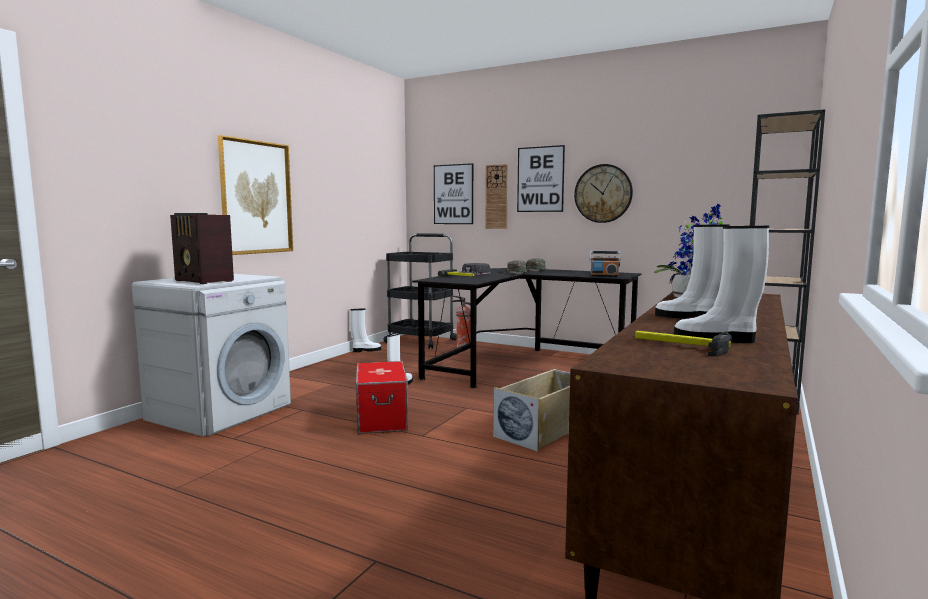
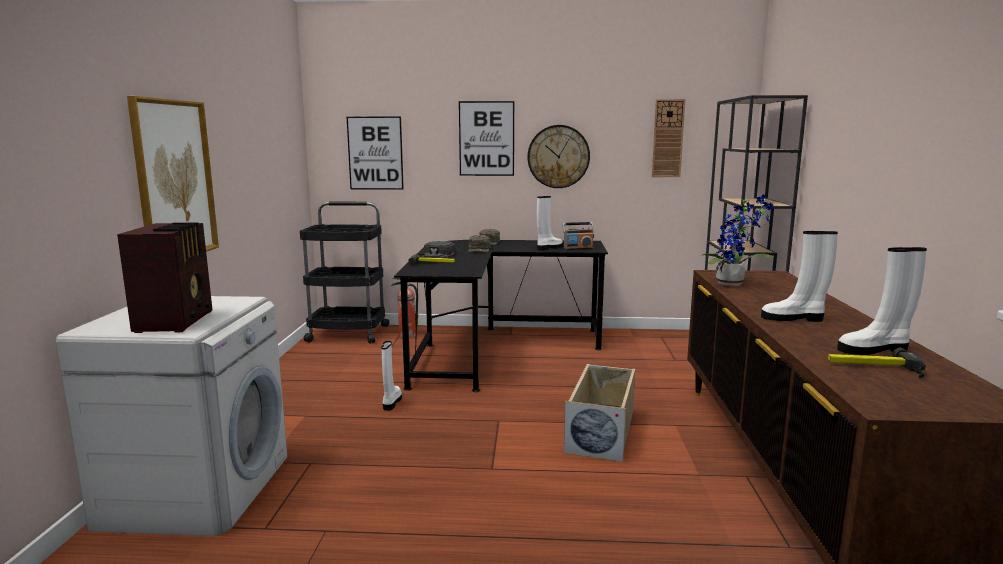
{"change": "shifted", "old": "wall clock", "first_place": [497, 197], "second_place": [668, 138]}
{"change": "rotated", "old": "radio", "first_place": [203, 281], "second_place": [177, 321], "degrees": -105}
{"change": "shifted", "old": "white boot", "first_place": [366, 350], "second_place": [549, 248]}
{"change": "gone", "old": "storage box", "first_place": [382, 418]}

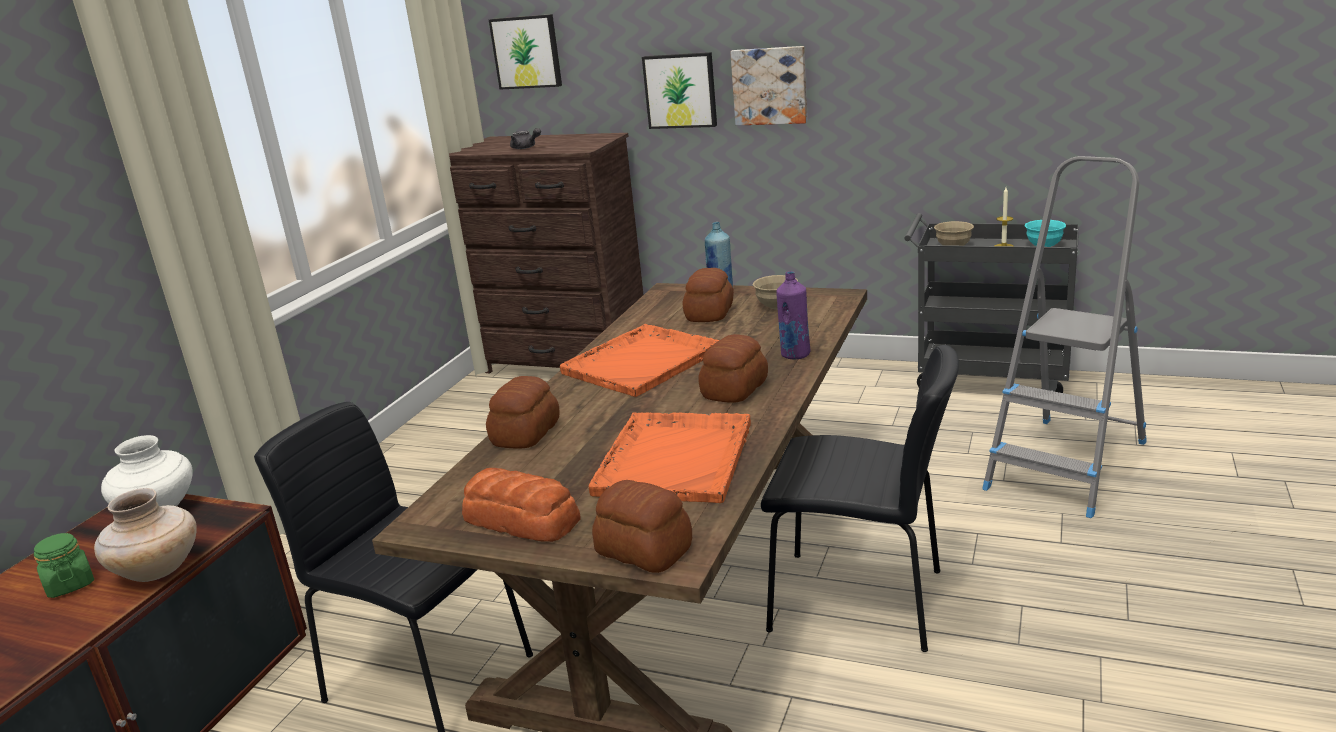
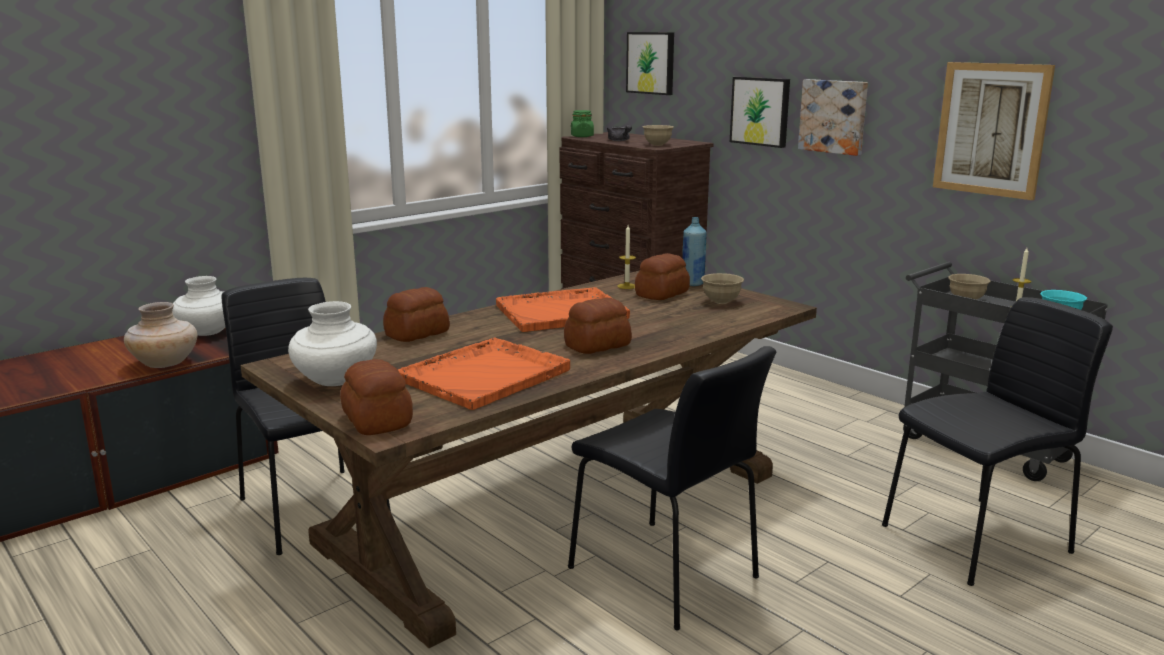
{"change": "swapped", "old": "grey step ladder", "new": "black chair", "first_place": [1065, 465], "second_place": [980, 537]}
{"change": "gone", "old": "purple bottle", "first_place": [795, 355]}
{"change": "swapped", "old": "bread", "new": "white vase", "first_place": [522, 520], "second_place": [335, 381]}
{"change": "shifted", "old": "green jar", "first_place": [70, 584], "second_place": [582, 136]}
{"change": "new", "new": "picture", "second_place": [991, 129]}
{"change": "new", "new": "beige bowl", "second_place": [657, 144]}
{"change": "new", "new": "candle", "second_place": [627, 286]}

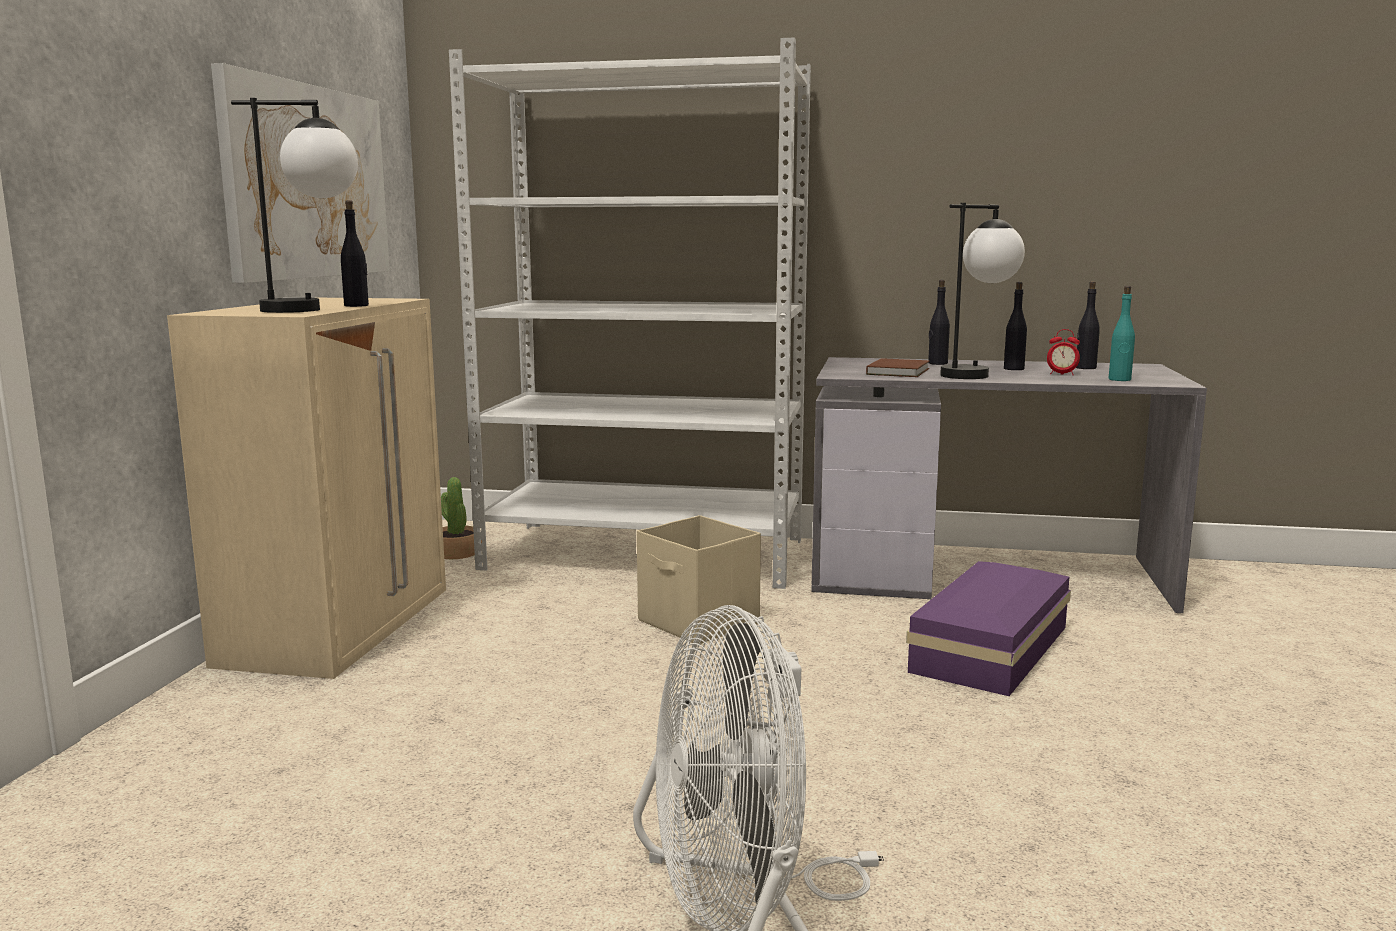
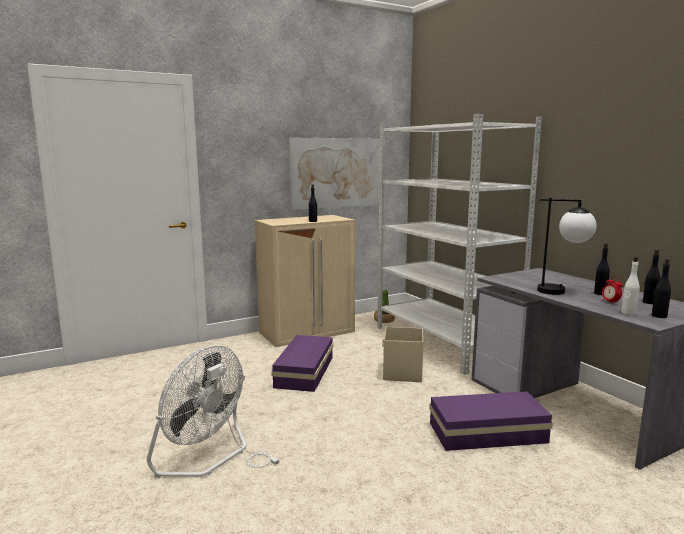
{"change": "gone", "old": "table lamp", "first_place": [314, 310]}
{"change": "shifted", "old": "black bottle", "first_place": [937, 363], "second_place": [659, 316]}
{"change": "repainted", "old": "turquoise bottle", "new": "white bottle", "first_place": [1119, 379], "second_place": [628, 313]}
{"change": "gone", "old": "brown book", "first_place": [899, 371]}
{"change": "new", "new": "purple storage box", "second_place": [303, 372]}

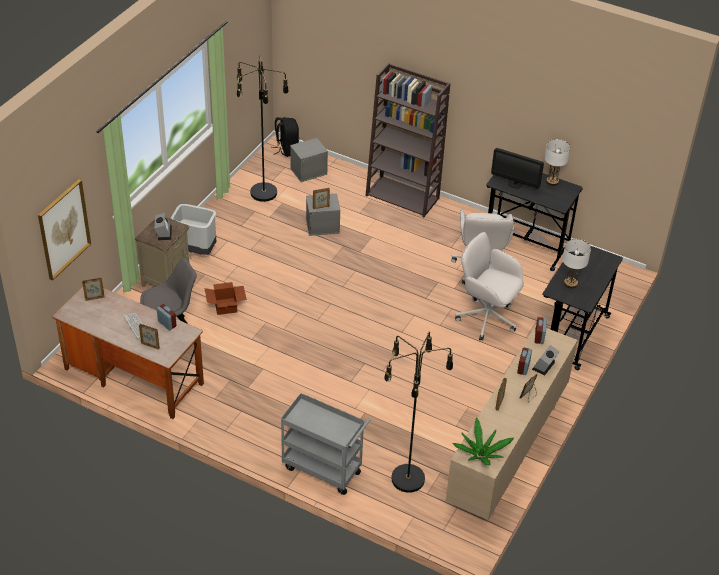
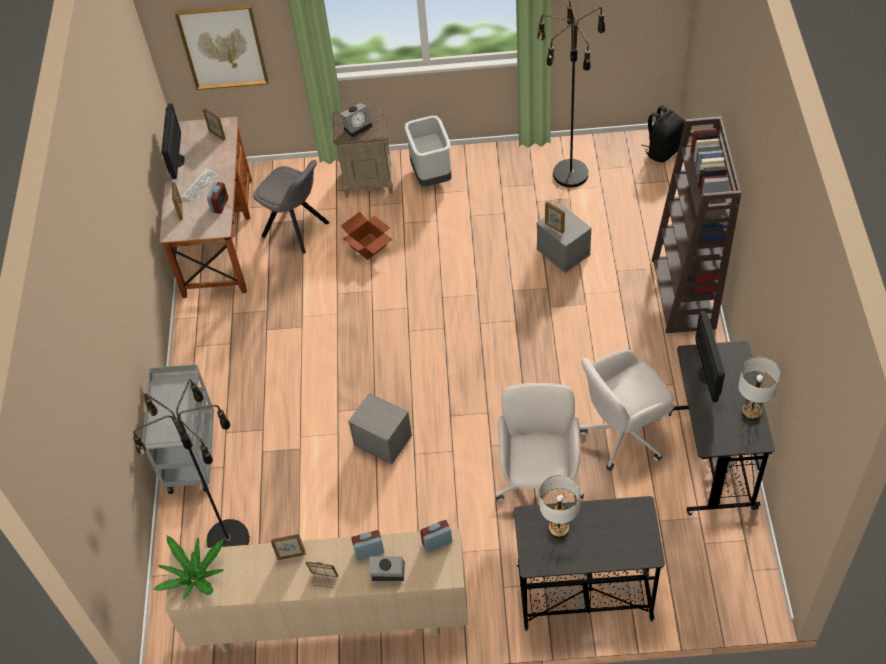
{"change": "shifted", "old": "grey storage box", "first_place": [309, 171], "second_place": [383, 440]}
{"change": "new", "new": "monitor", "second_place": [176, 161]}

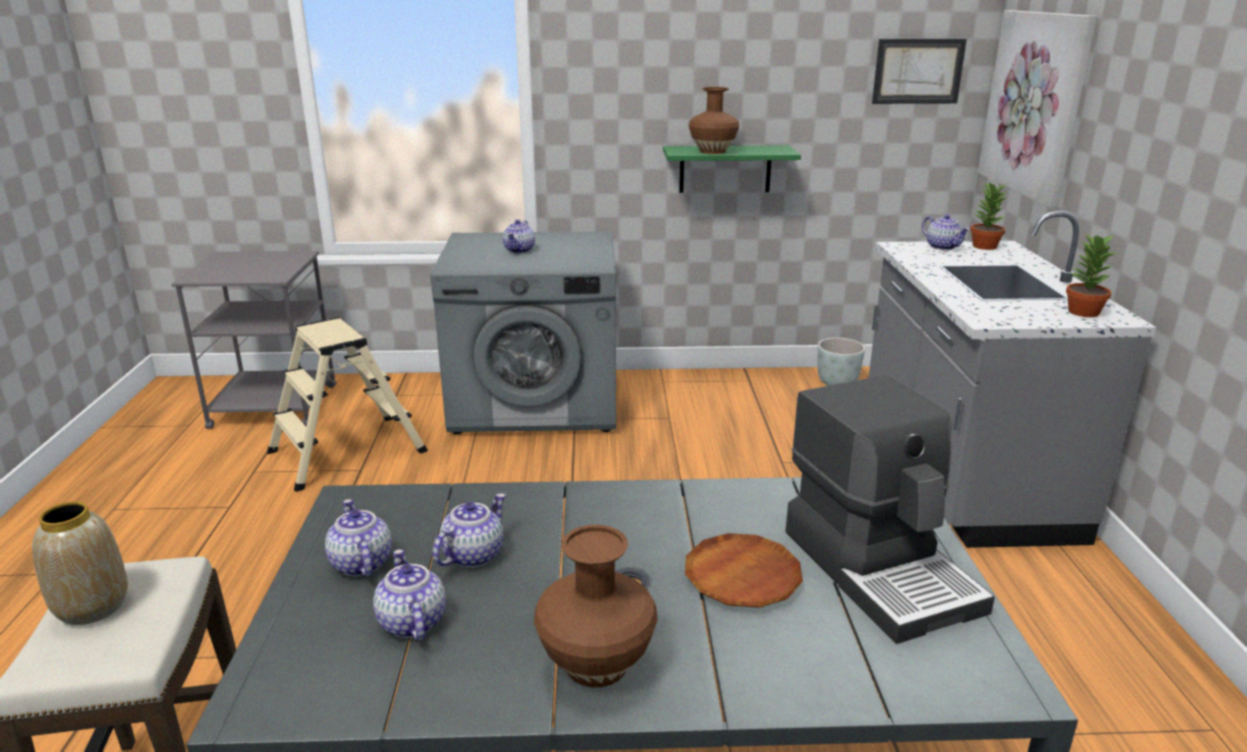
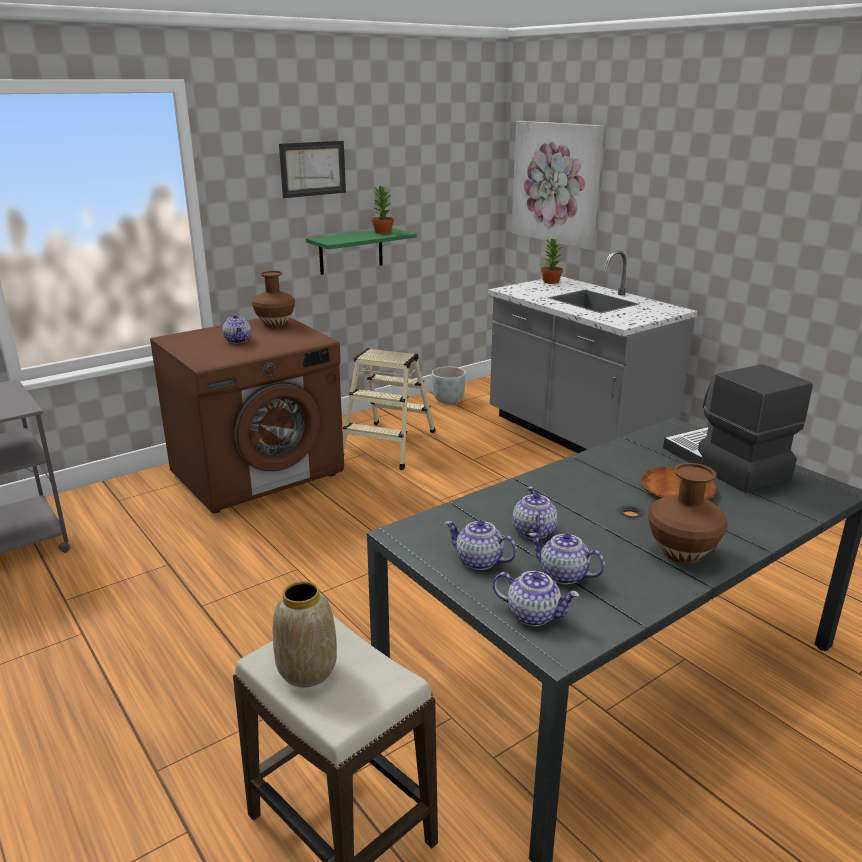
{"change": "shifted", "old": "picture", "first_place": [918, 71], "second_place": [312, 168]}
{"change": "shifted", "old": "brown vase", "first_place": [713, 151], "second_place": [275, 324]}
{"change": "shifted", "old": "teapot", "first_place": [943, 247], "second_place": [534, 615]}
{"change": "repainted", "old": "grey washing machine", "new": "brown washing machine", "first_place": [537, 409], "second_place": [260, 476]}
{"change": "shifted", "old": "potted plant", "first_place": [1082, 312], "second_place": [382, 232]}
{"change": "shifted", "old": "beige step ladder", "first_place": [347, 451], "second_place": [388, 444]}
{"change": "rotated", "old": "coffee machine", "first_place": [881, 568], "second_place": [725, 464], "degrees": -150}

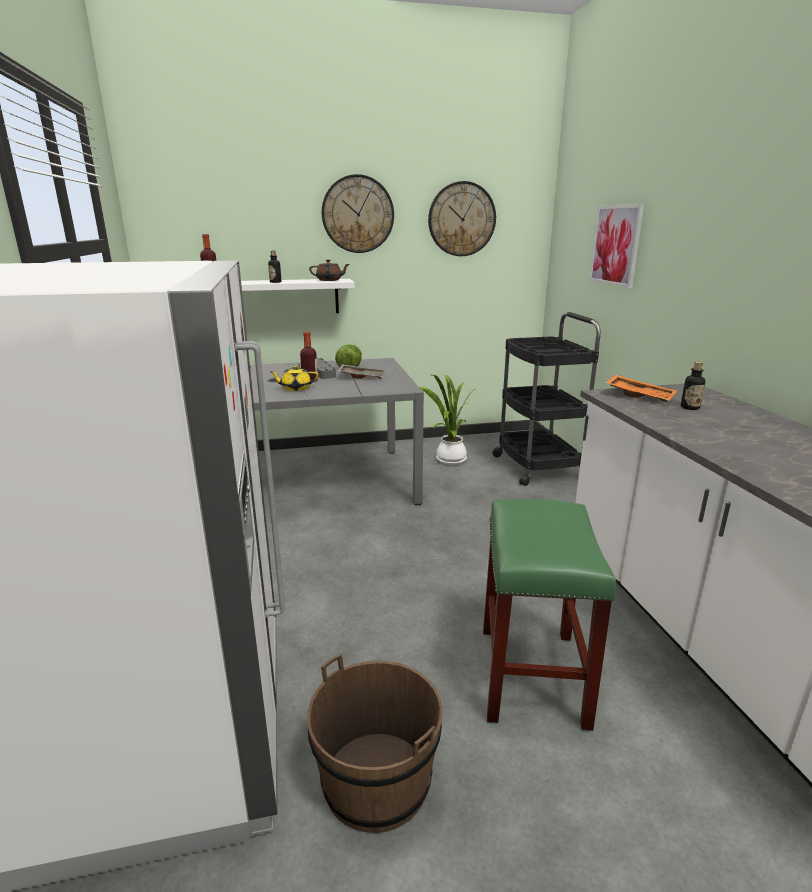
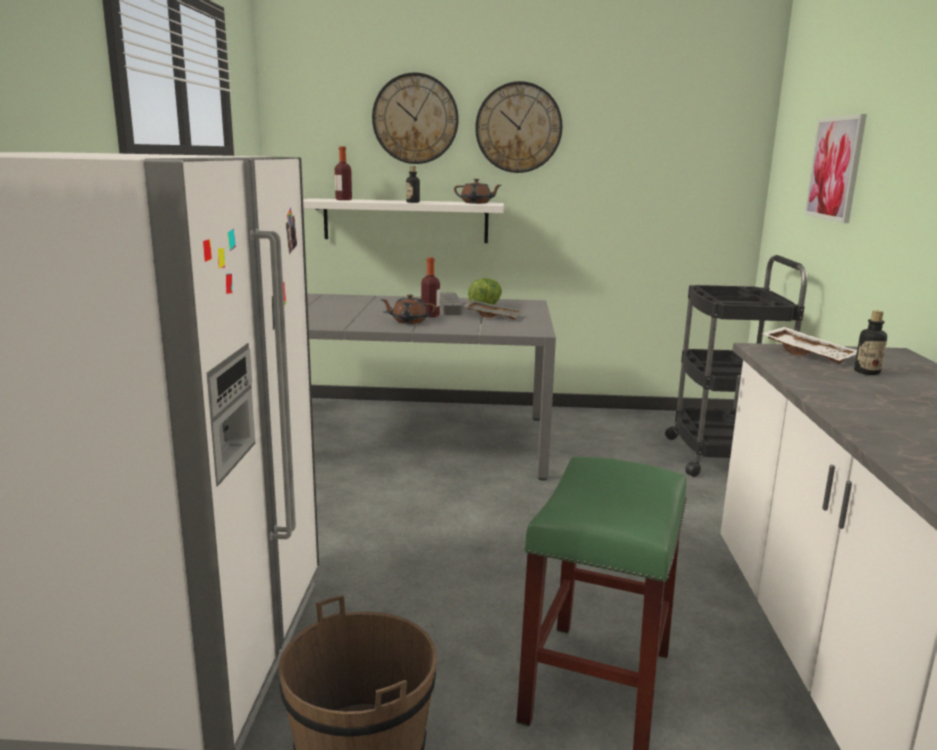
{"change": "shifted", "old": "wall clock", "first_place": [461, 219], "second_place": [415, 119]}
{"change": "repainted", "old": "yellow teapot", "new": "brown teapot", "first_place": [295, 388], "second_place": [409, 321]}
{"change": "gone", "old": "potted plant", "first_place": [449, 460]}
{"change": "repainted", "old": "orange tray", "new": "white tray", "first_place": [640, 395], "second_place": [809, 354]}

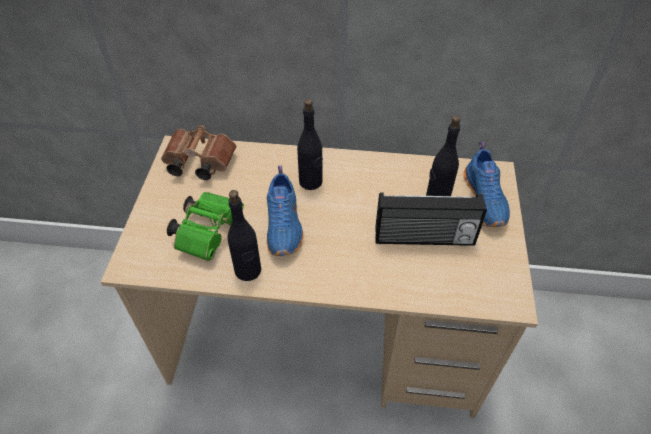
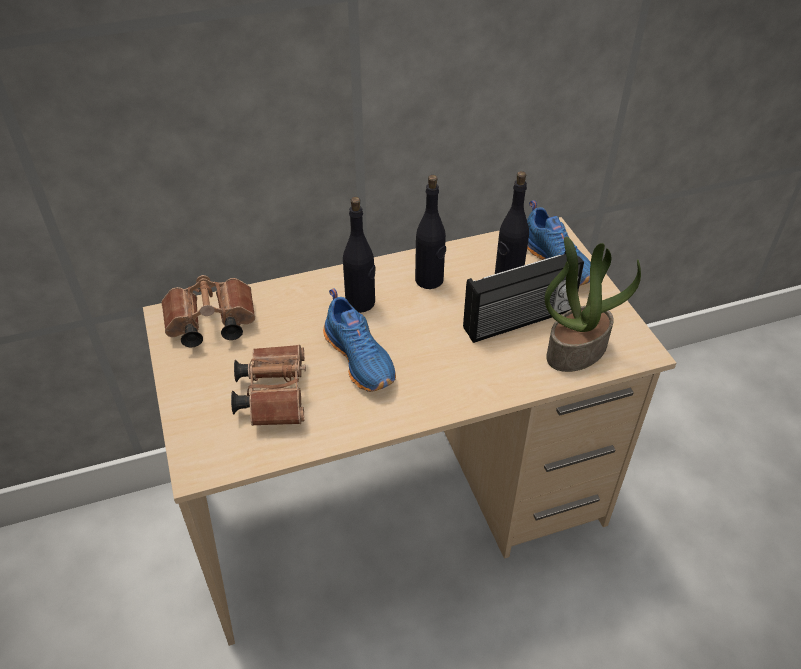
{"change": "shifted", "old": "black bottle", "first_place": [248, 270], "second_place": [429, 280]}
{"change": "repainted", "old": "green binoculars", "new": "brown binoculars", "first_place": [209, 230], "second_place": [274, 394]}
{"change": "new", "new": "potted plant", "second_place": [576, 349]}

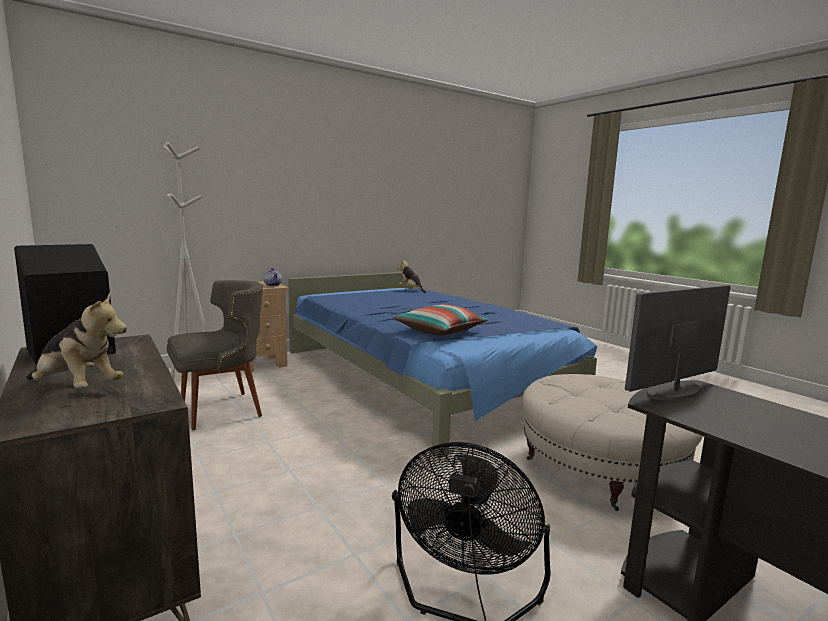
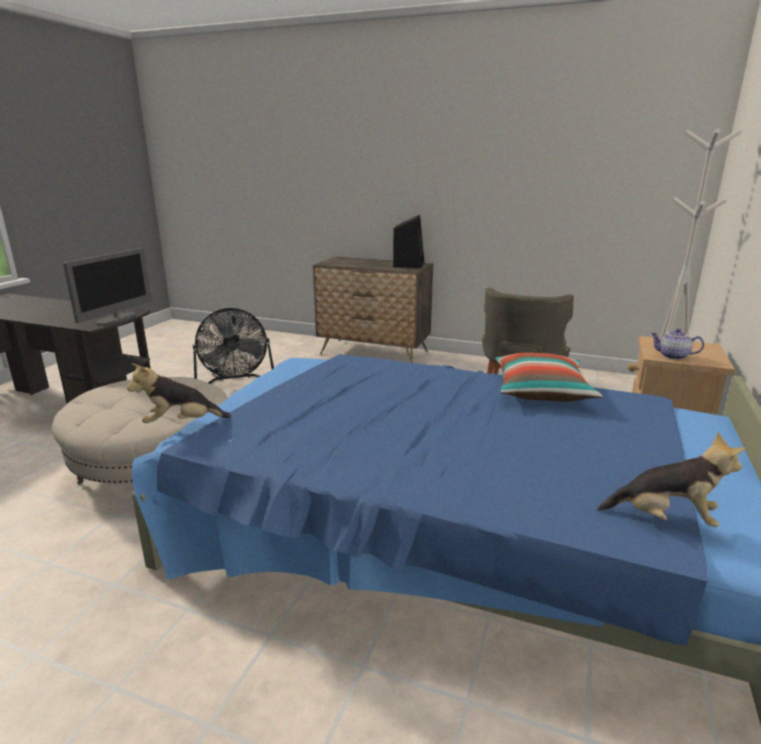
{"change": "shifted", "old": "plush toy", "first_place": [76, 388], "second_place": [181, 423]}
{"change": "shifted", "old": "pillow", "first_place": [440, 331], "second_place": [541, 392]}

